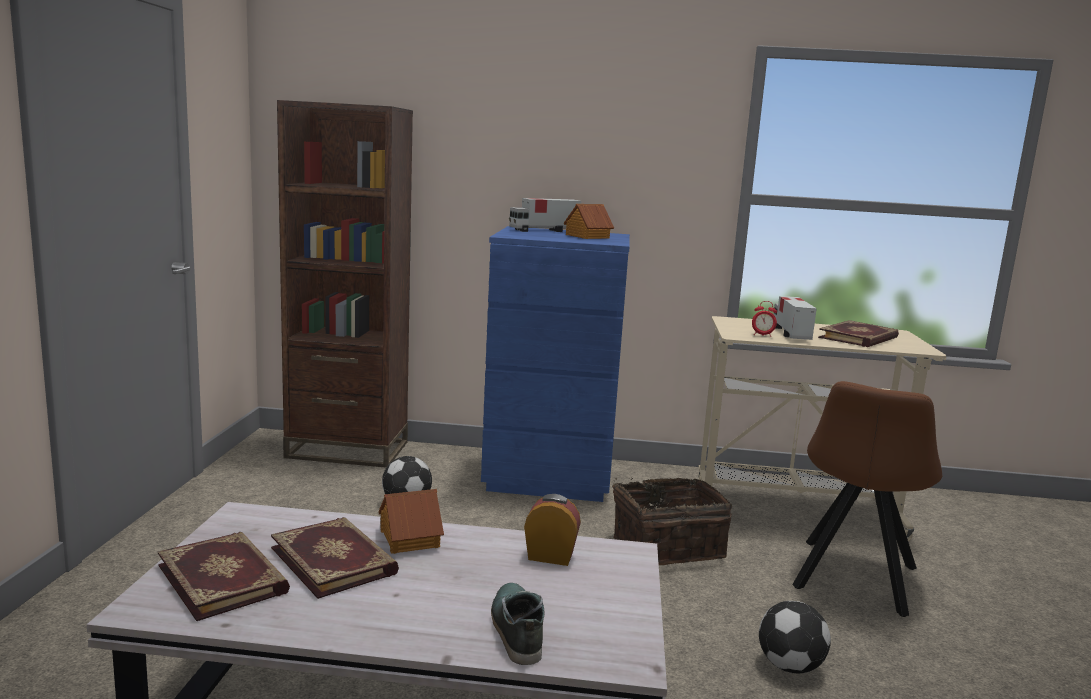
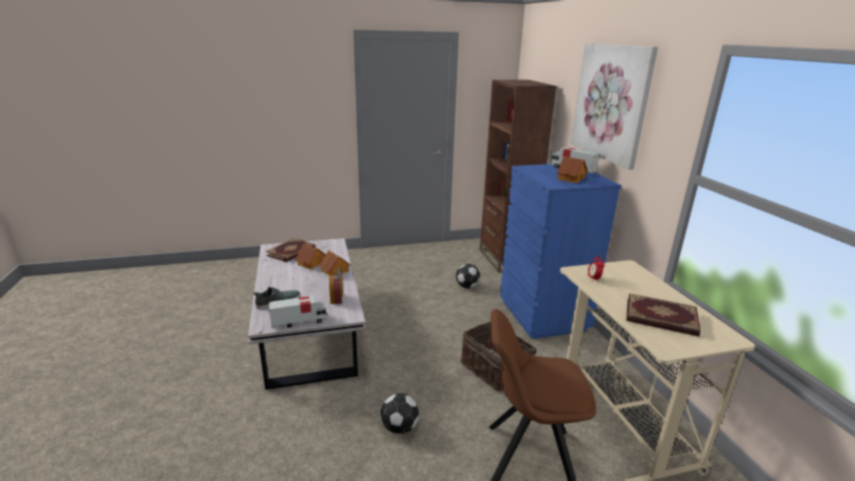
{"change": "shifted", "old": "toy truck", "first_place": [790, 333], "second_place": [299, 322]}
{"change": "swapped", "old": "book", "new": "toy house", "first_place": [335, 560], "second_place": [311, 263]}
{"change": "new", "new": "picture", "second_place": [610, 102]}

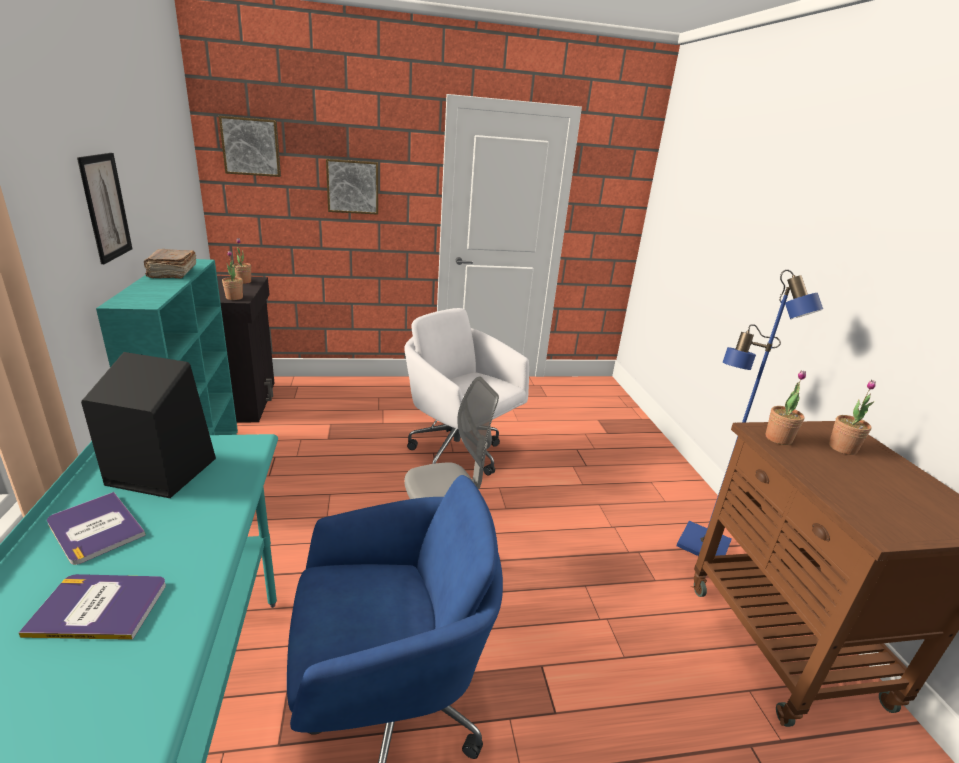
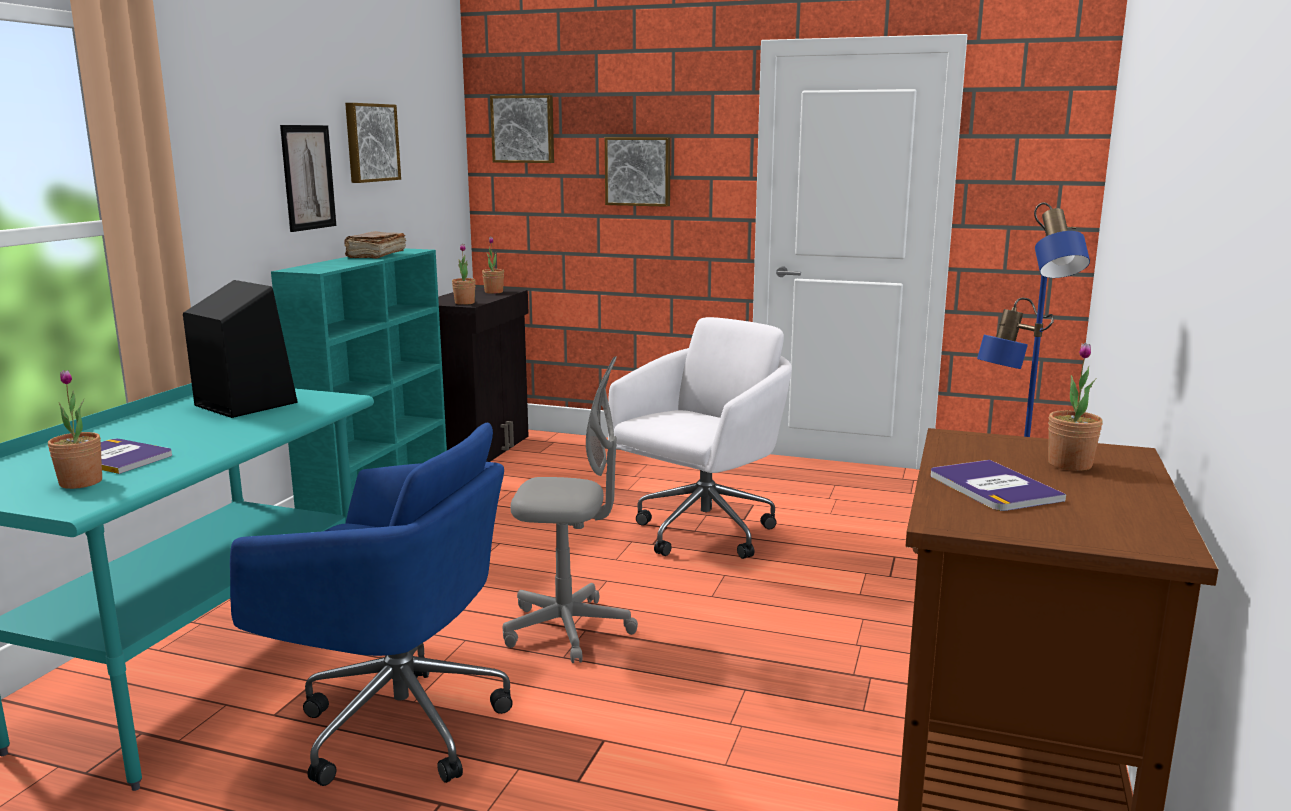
{"change": "rotated", "old": "white office chair", "first_place": [459, 456], "second_place": [700, 536], "degrees": 60}
{"change": "shifted", "old": "potted plant", "first_place": [778, 438], "second_place": [81, 482]}
{"change": "shifted", "old": "book", "first_place": [95, 528], "second_place": [993, 487]}
{"change": "new", "new": "picture", "second_place": [370, 142]}

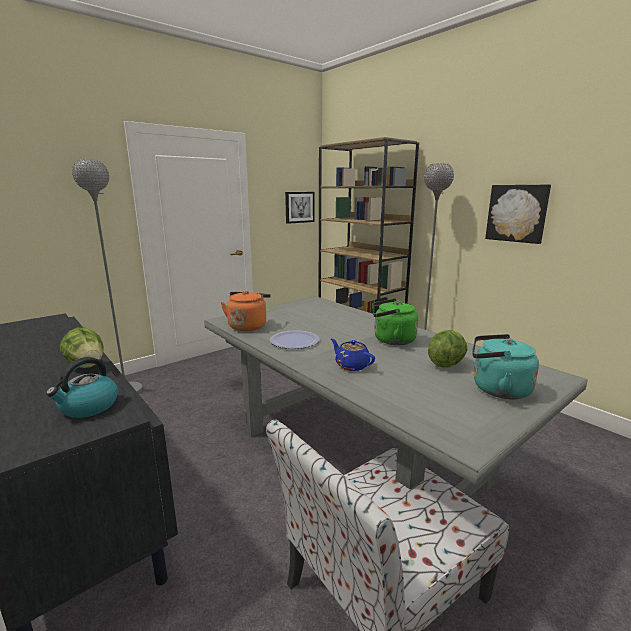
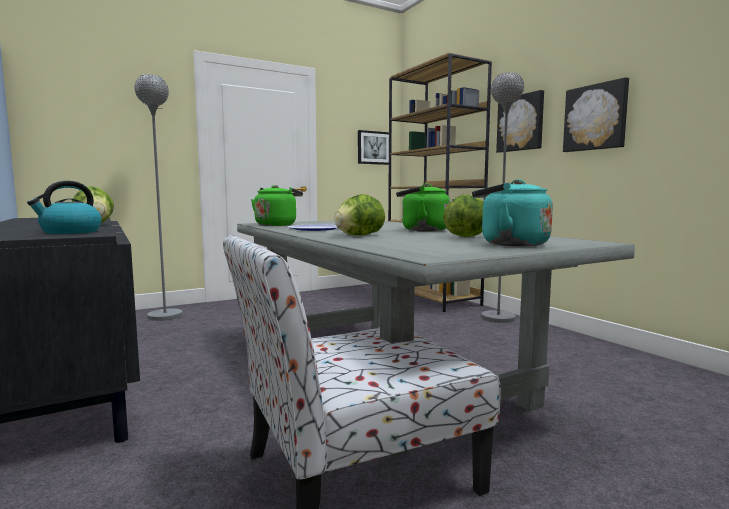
{"change": "repainted", "old": "orange kettle", "new": "green kettle", "first_place": [248, 326], "second_place": [277, 225]}
{"change": "swapped", "old": "blue teapot", "new": "lettuce", "first_place": [351, 365], "second_place": [359, 235]}
{"change": "new", "new": "picture", "second_place": [521, 123]}

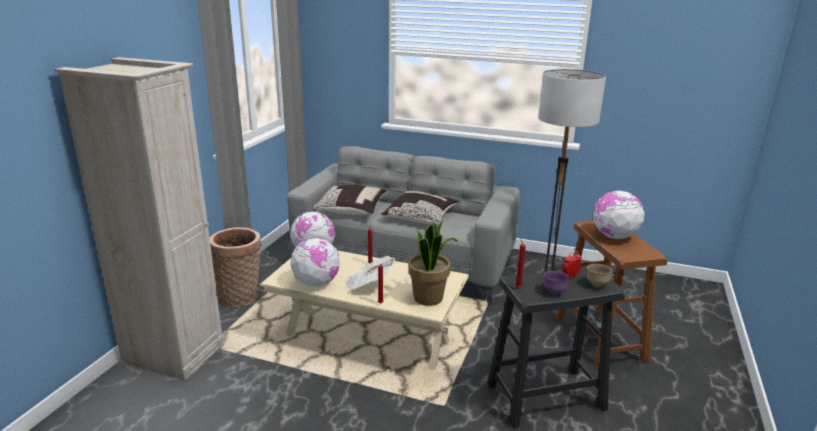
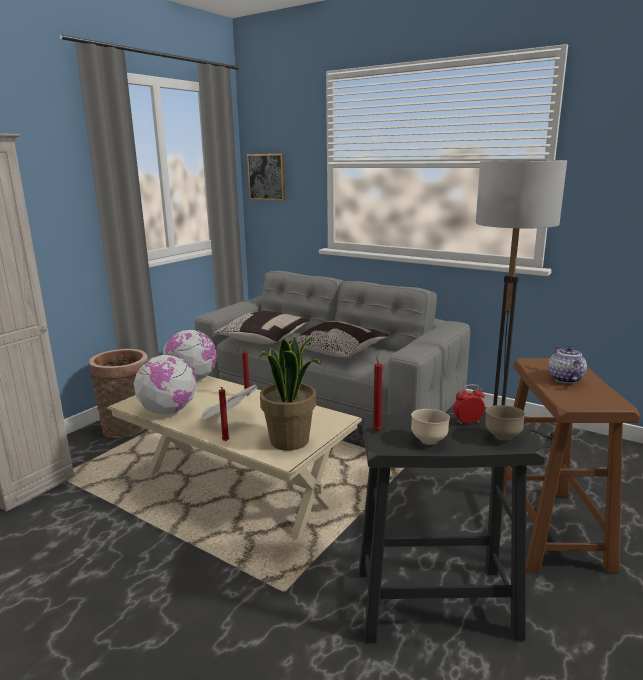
{"change": "swapped", "old": "globe", "new": "teapot", "first_place": [614, 236], "second_place": [564, 378]}
{"change": "repainted", "old": "purple bowl", "new": "beige bowl", "first_place": [554, 292], "second_place": [429, 441]}
{"change": "new", "new": "picture", "second_place": [267, 177]}

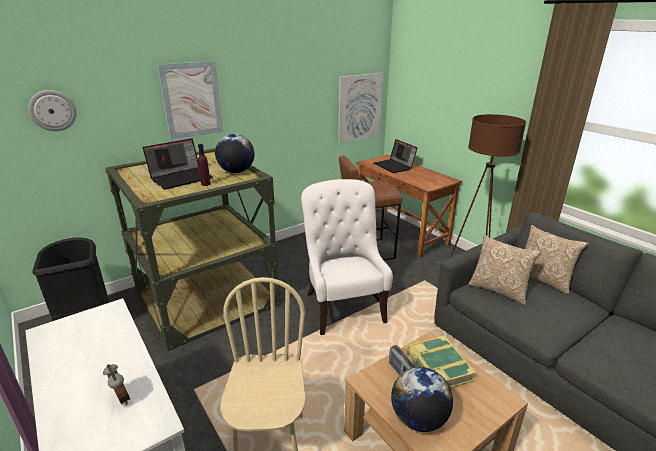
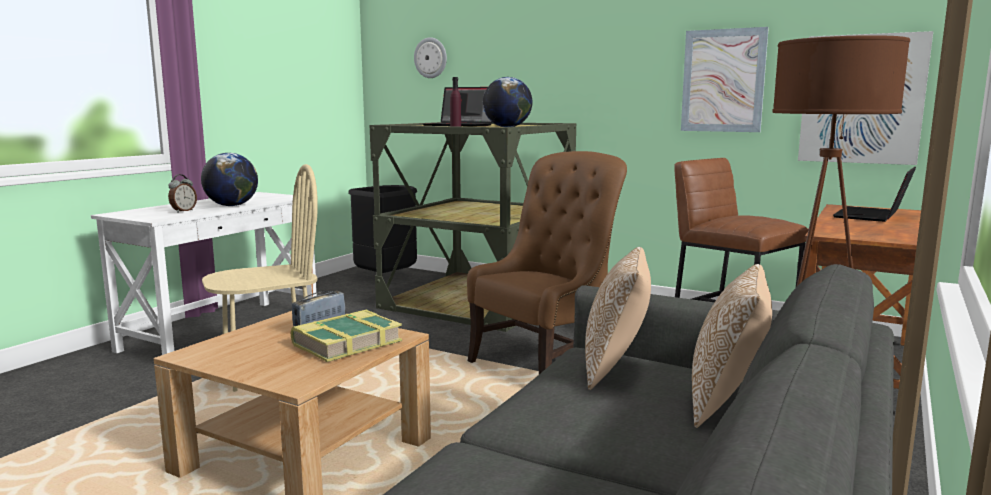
{"change": "shifted", "old": "picture", "first_place": [192, 100], "second_place": [723, 81]}
{"change": "repainted", "old": "white chair", "new": "brown chair", "first_place": [343, 307], "second_place": [546, 364]}
{"change": "shifted", "old": "globe", "first_place": [418, 419], "second_place": [231, 205]}

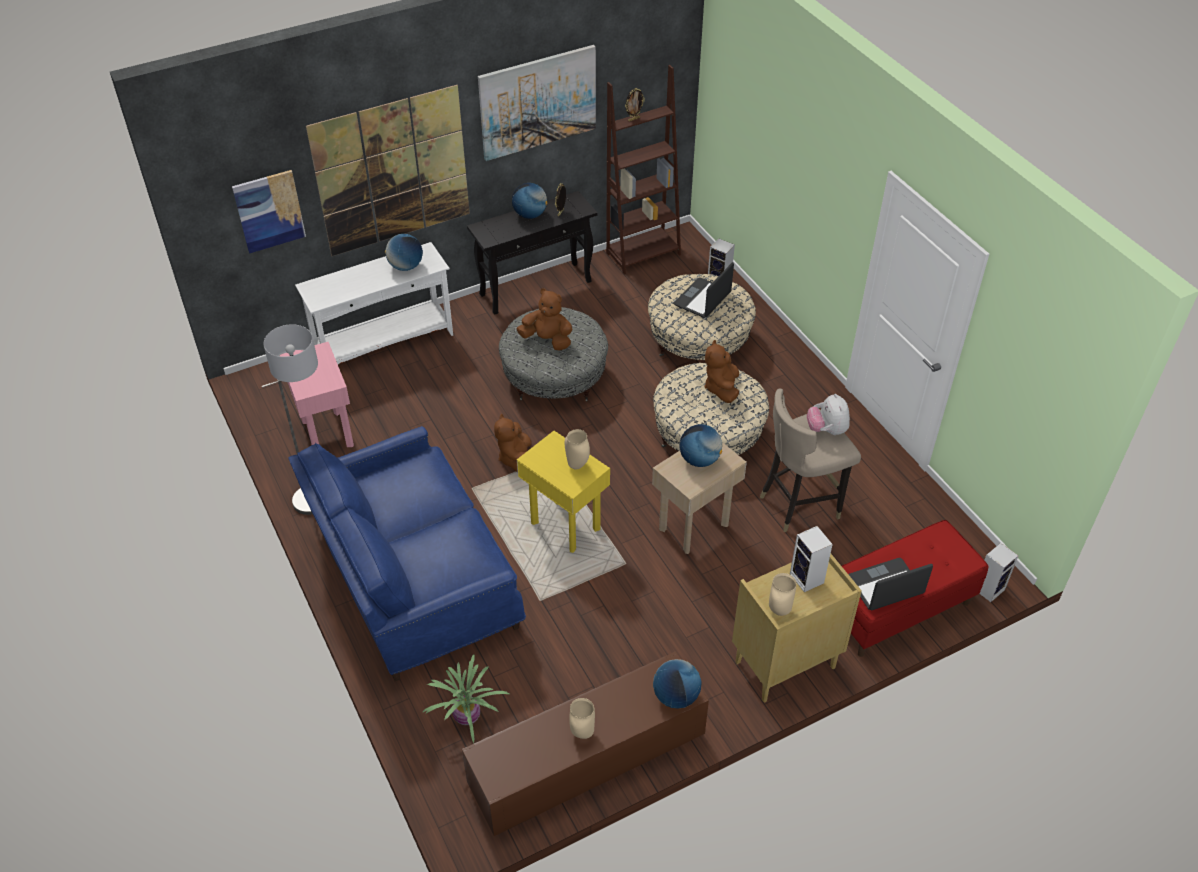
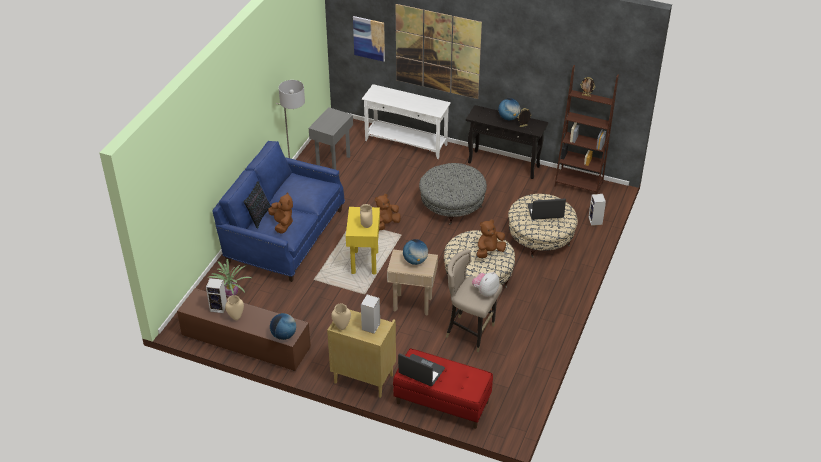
{"change": "gone", "old": "picture", "first_place": [538, 102]}
{"change": "gone", "old": "globe", "first_place": [406, 266]}
{"change": "shifted", "old": "brown plush toy", "first_place": [547, 340], "second_place": [282, 224]}
{"change": "repainted", "old": "pink side table", "new": "grey side table", "first_place": [327, 434], "second_place": [333, 161]}
{"change": "shifted", "old": "speaker", "first_place": [989, 588], "second_place": [219, 307]}
{"change": "new", "new": "black pillow", "second_place": [259, 216]}

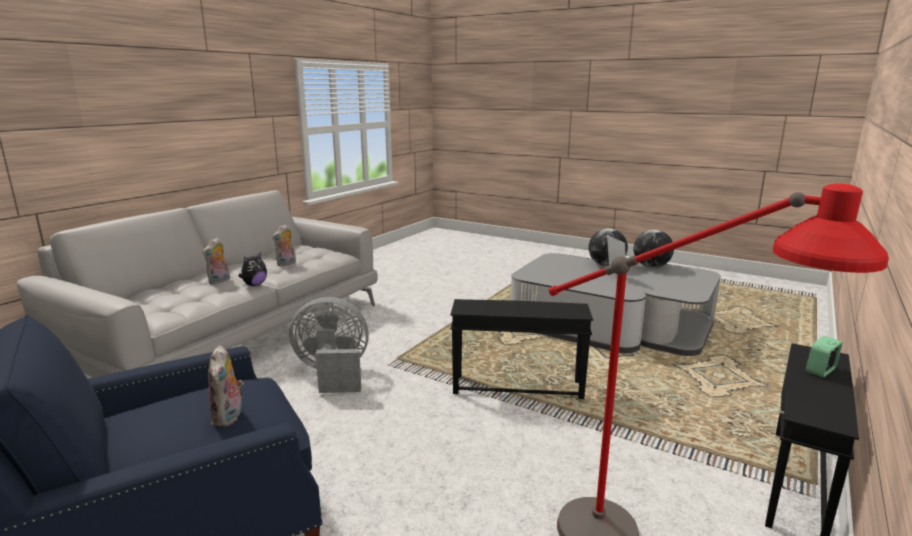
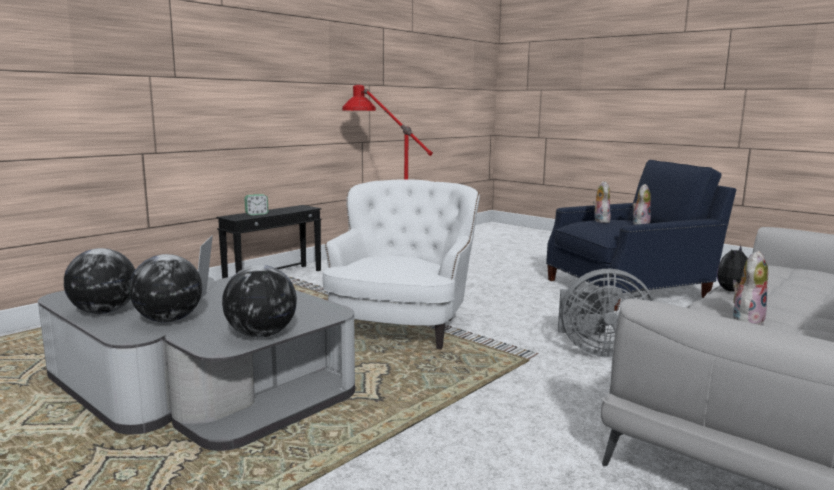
{"change": "shifted", "old": "plush toy", "first_place": [219, 281], "second_place": [640, 224]}
{"change": "swapped", "old": "black side table", "new": "white armchair", "first_place": [517, 387], "second_place": [402, 326]}
{"change": "new", "new": "globe", "second_place": [261, 335]}

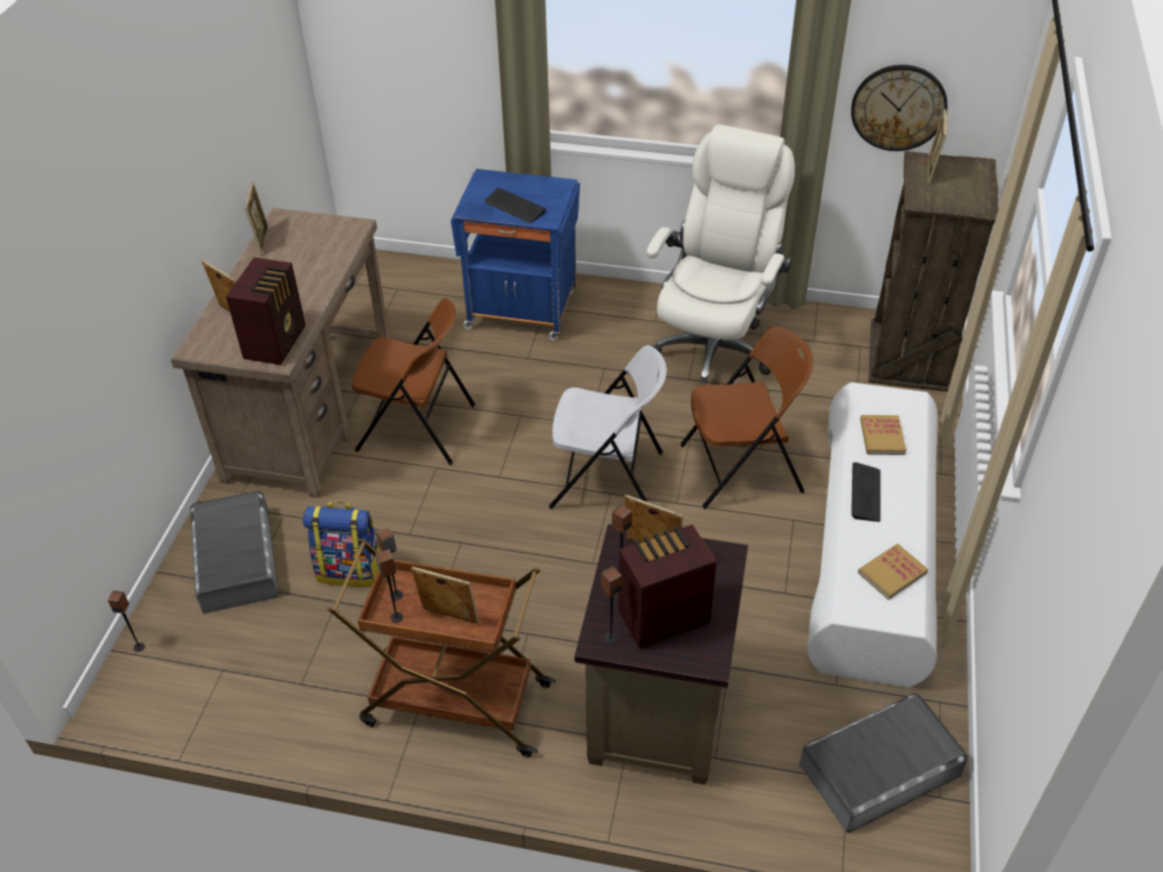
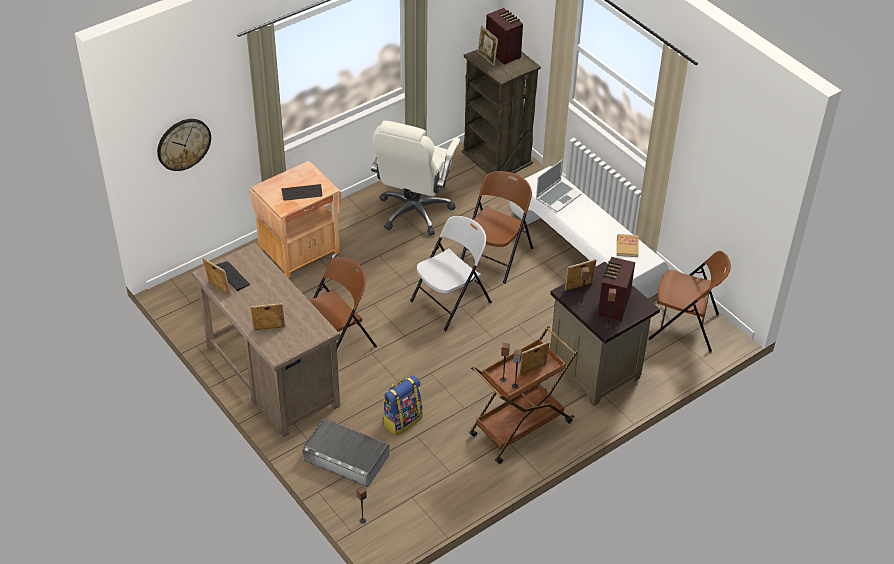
{"change": "shifted", "old": "wall clock", "first_place": [898, 107], "second_place": [183, 144]}
{"change": "rotated", "old": "white office chair", "first_place": [713, 350], "second_place": [414, 212], "degrees": -135}
{"change": "repainted", "old": "blue cart", "new": "brown cart", "first_place": [523, 311], "second_place": [300, 255]}
{"change": "shifted", "old": "radio", "first_place": [277, 341], "second_place": [503, 52]}
{"change": "swapped", "old": "book", "new": "laptop", "first_place": [882, 437], "second_place": [558, 196]}
{"change": "shifted", "old": "keyboard", "first_place": [865, 493], "second_place": [232, 276]}
{"change": "swapped", "old": "grey storage box", "new": "brown chair", "first_place": [879, 770], "second_place": [684, 327]}

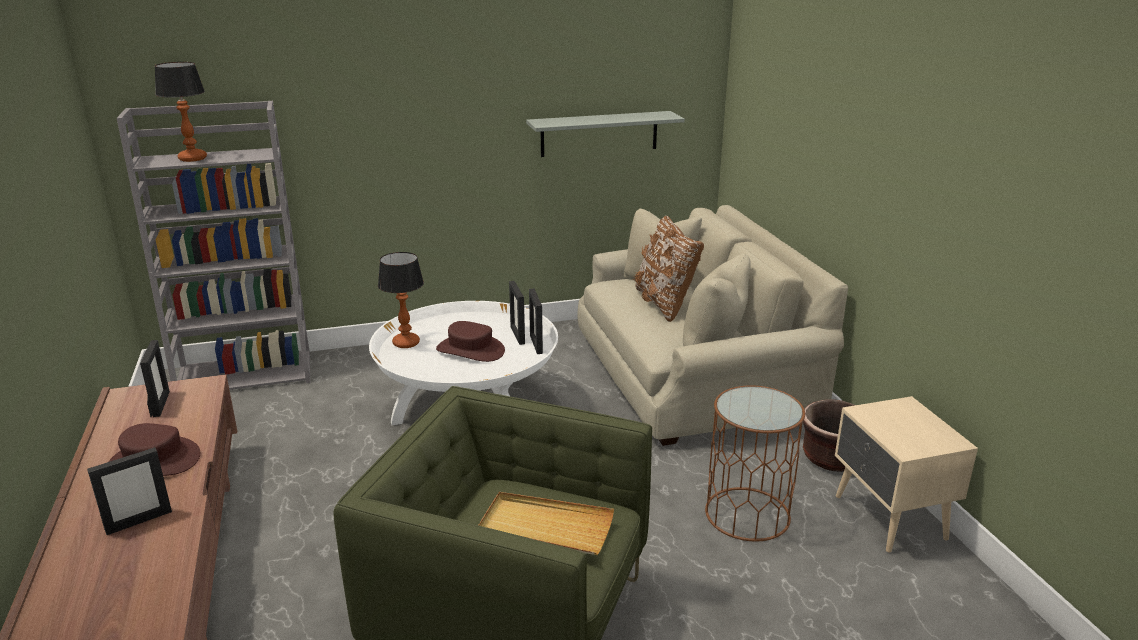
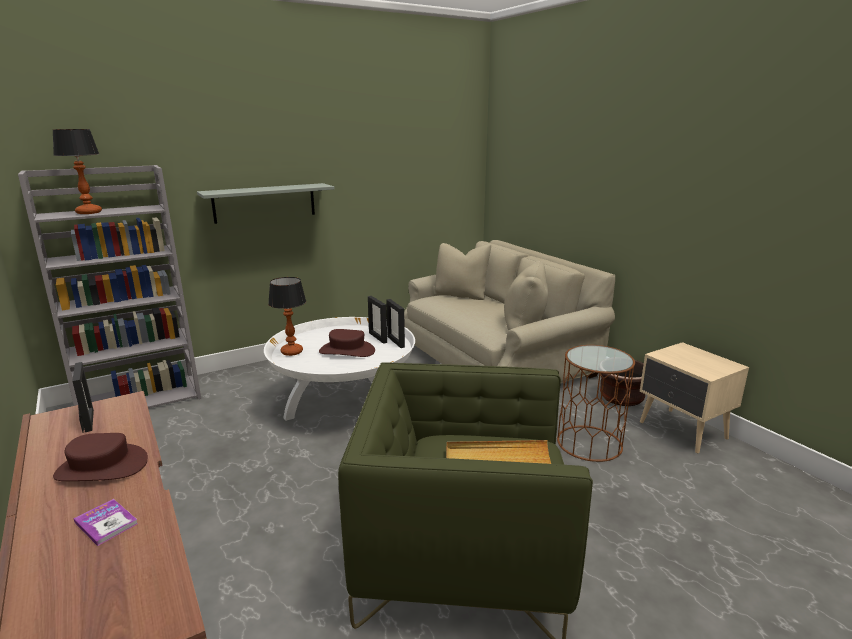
{"change": "shifted", "old": "grey shelf", "first_place": [599, 134], "second_place": [264, 203]}
{"change": "gone", "old": "brown pillow", "first_place": [663, 304]}
{"change": "swapped", "old": "picture frame", "new": "book", "first_place": [138, 520], "second_place": [106, 523]}

